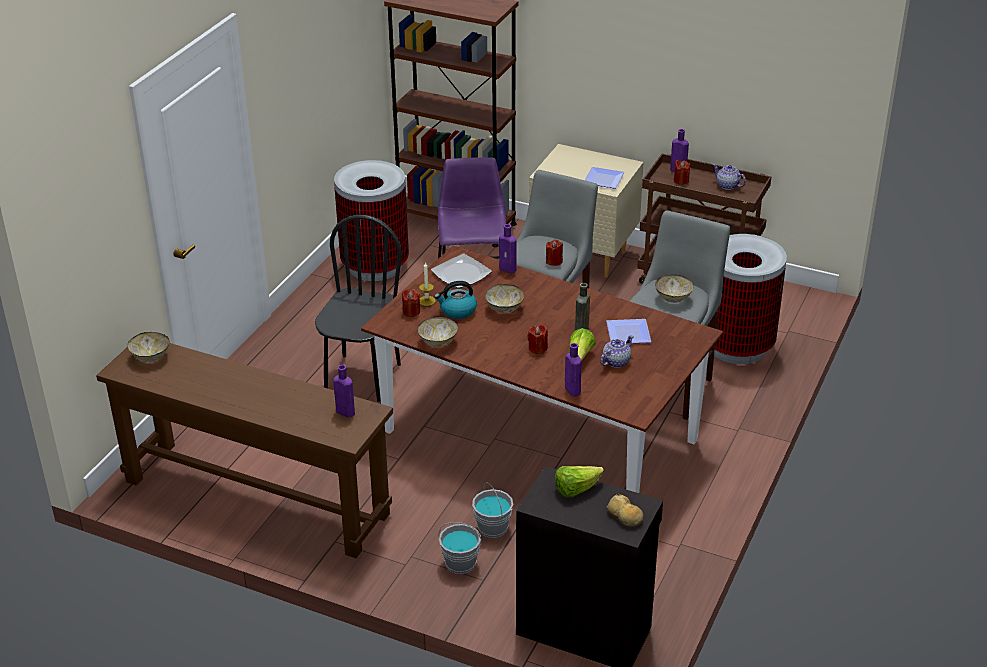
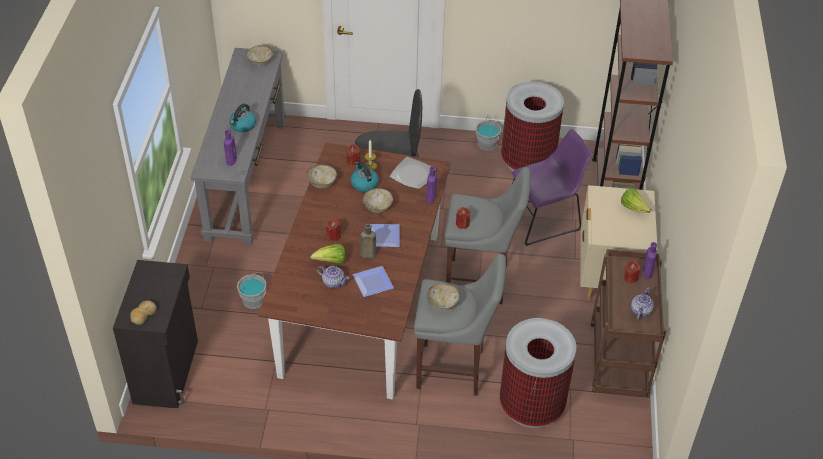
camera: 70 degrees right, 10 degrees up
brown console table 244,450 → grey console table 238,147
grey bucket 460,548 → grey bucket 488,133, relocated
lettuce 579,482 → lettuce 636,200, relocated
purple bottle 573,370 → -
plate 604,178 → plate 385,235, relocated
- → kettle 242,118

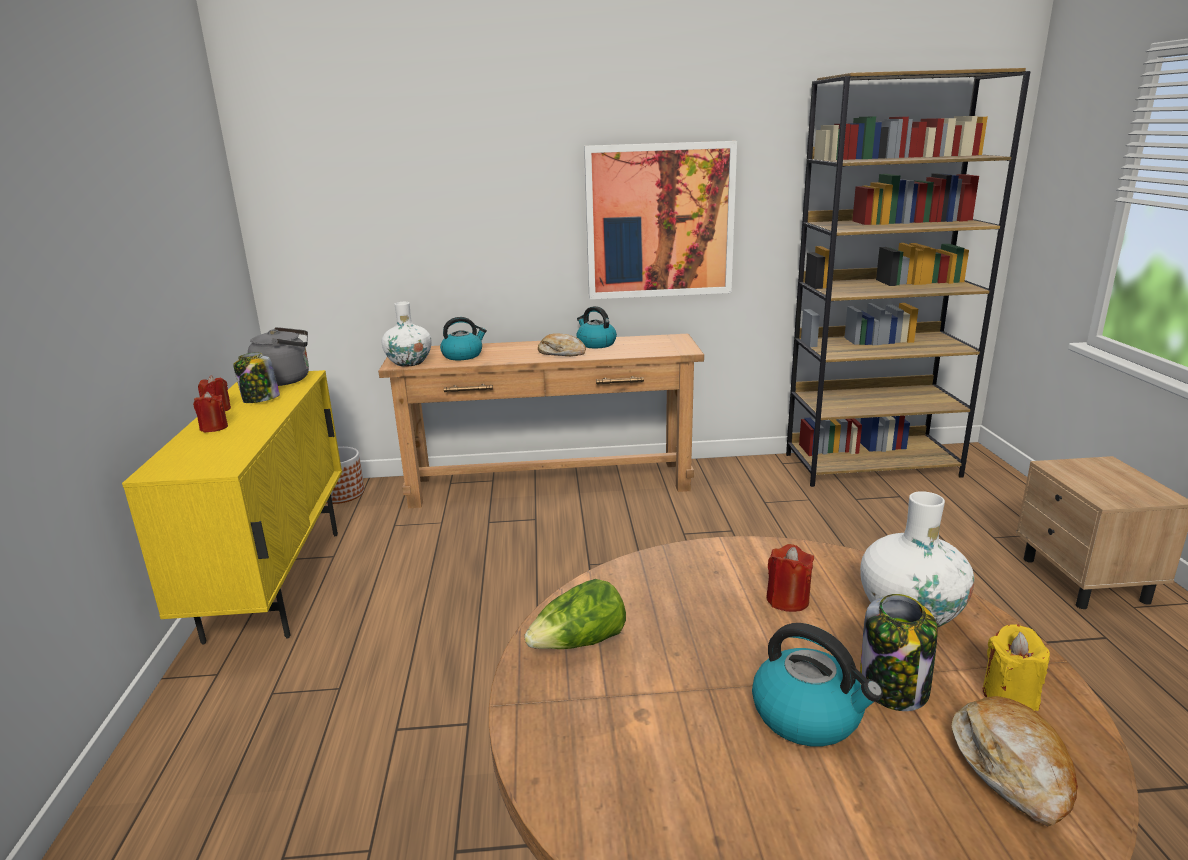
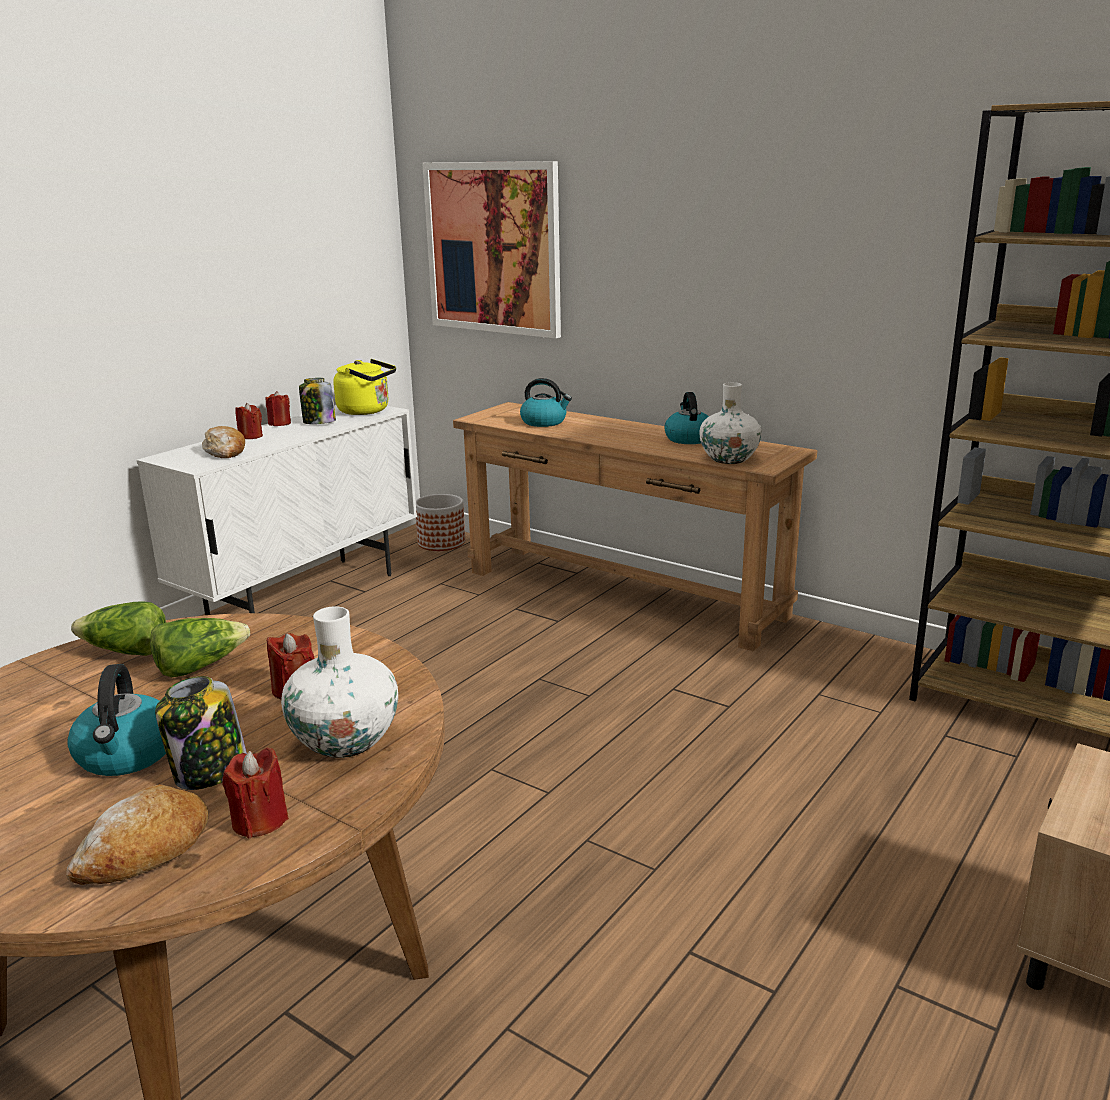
camera: 40 degrees right, 0 degrees up
yellow cabinet 232,507 → white cabinet 277,510
grey kettle 278,356 → yellow kettle 364,387
white vase 407,334 → white vase 731,423, relocated
bread 562,344 → bread 223,442, relocated
picture 660,220 → picture 491,249, relocated
yellow candle 1016,667 → red candle 256,793
- → lettuce 200,647

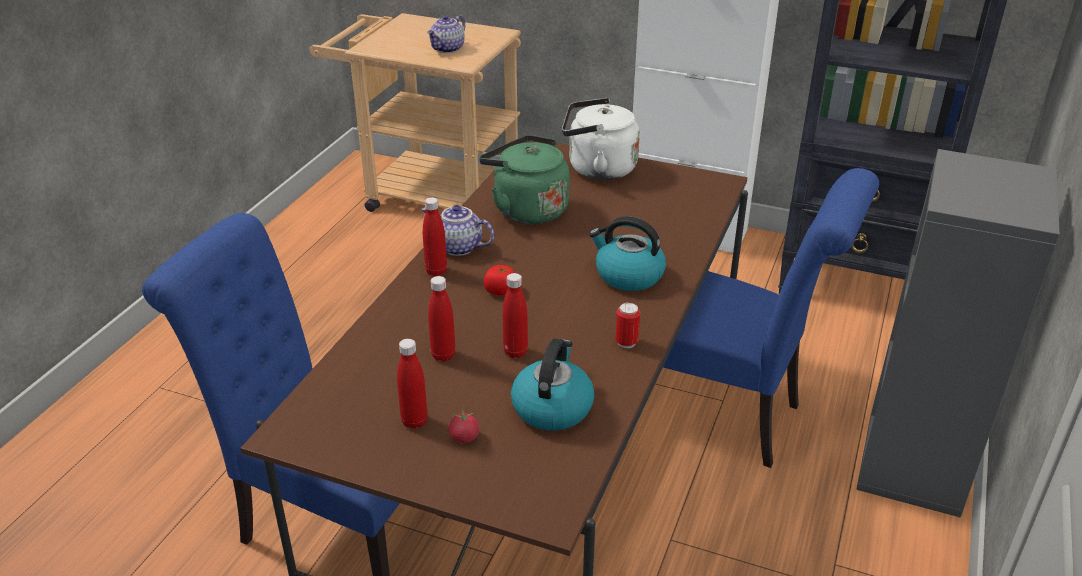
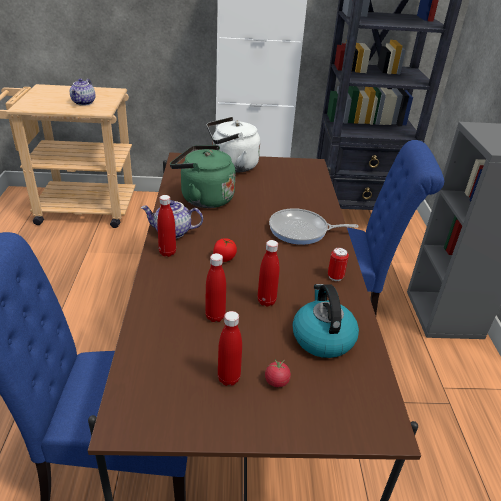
camera: 25 degrees left, 0 degrees up
kettle 627,253 → frying pan 314,226

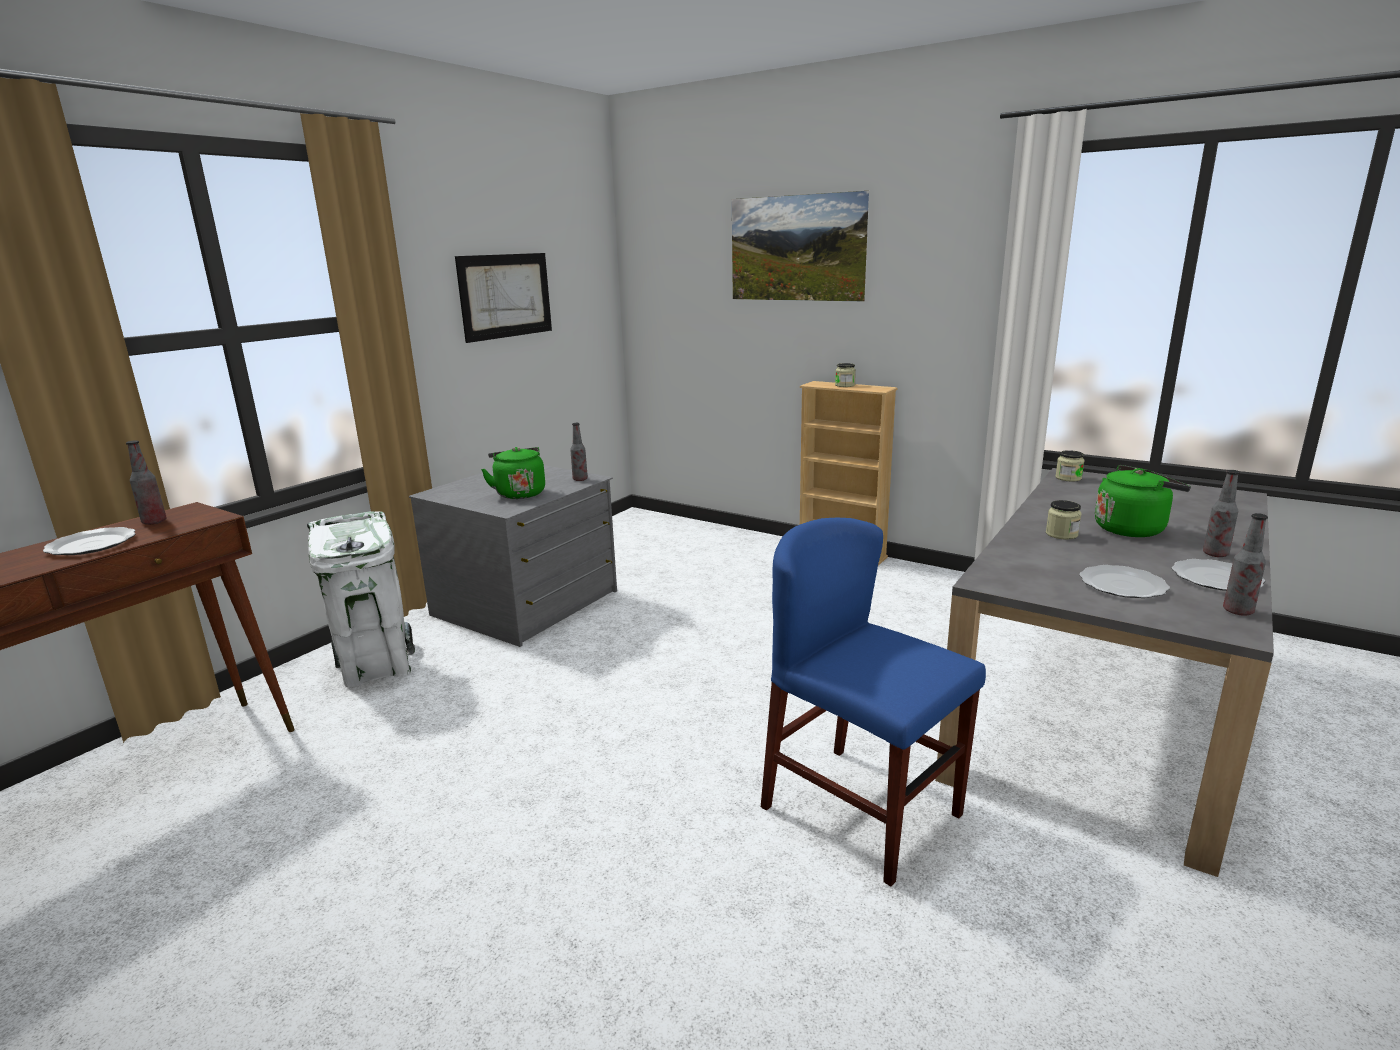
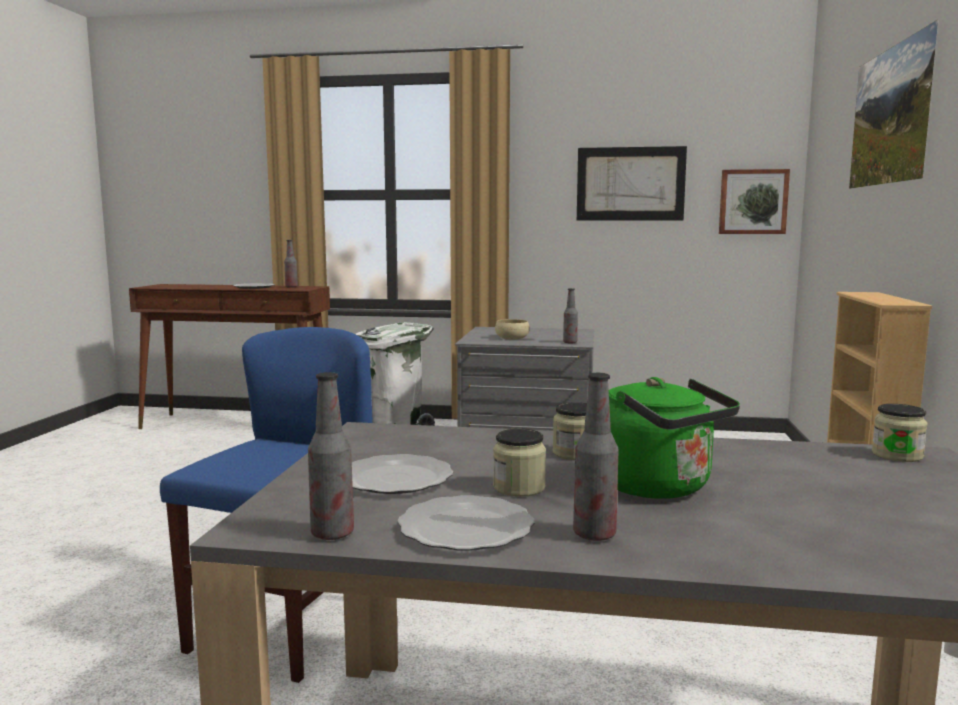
camera: 65 degrees right, 10 degrees down
green kettle 513,473 → beige bowl 512,329
jar 845,375 → jar 519,462, relocated
- → picture 754,201

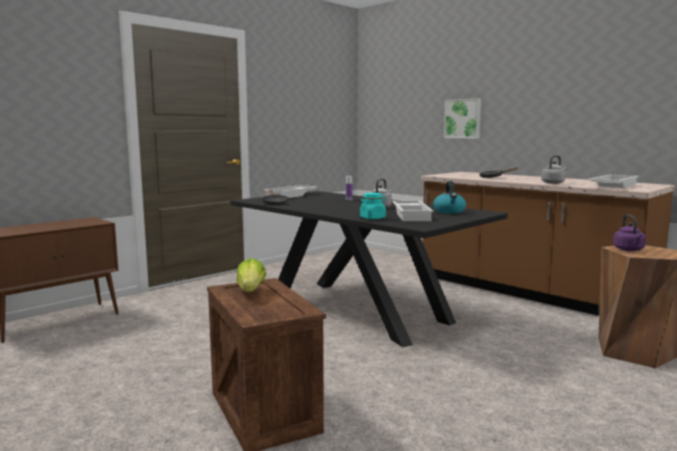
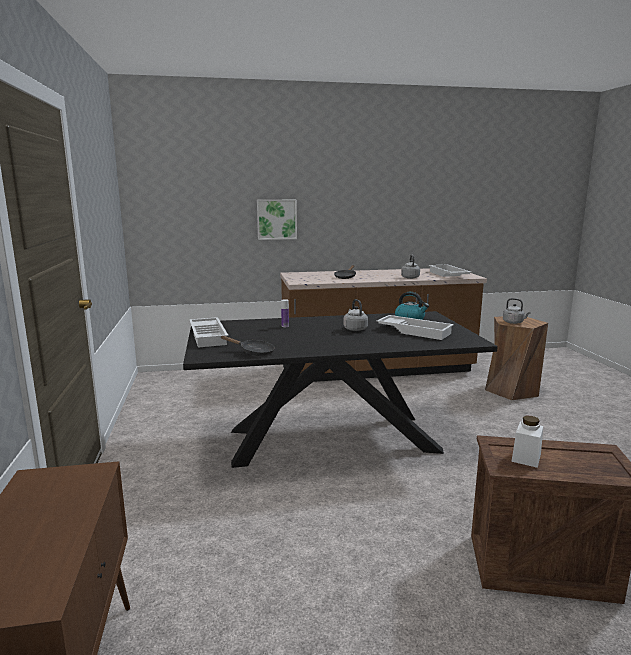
camera: 55 degrees left, 5 degrees up
lettuce 251,275 → white jar 527,442
turquoise jar 373,206 → -
purple kettle 629,233 → grey kettle 517,311

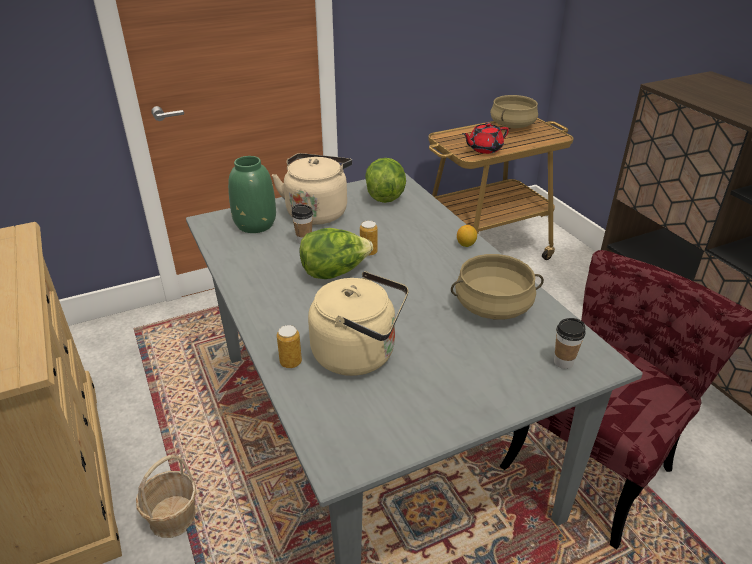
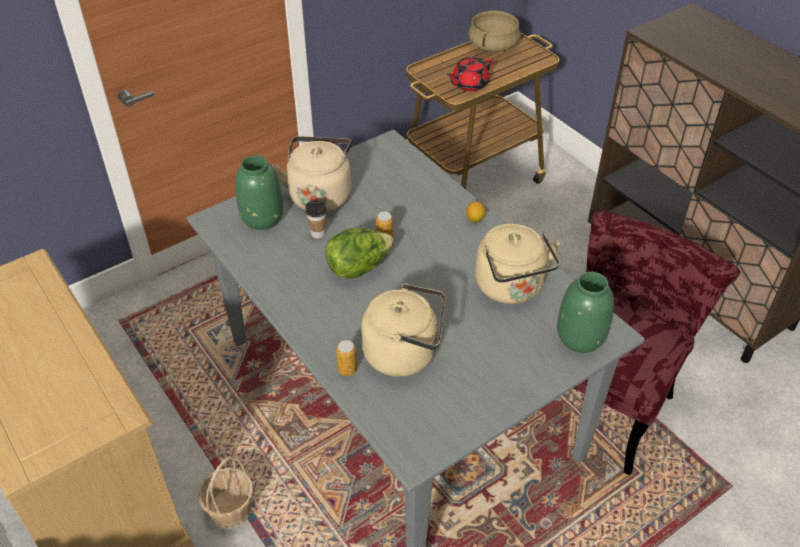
camera: 10 degrees left, 10 degrees up
lettuce 385,180 → -
beige cooking pot 497,287 → beige kettle 517,264
cup 570,343 → green vase 585,312

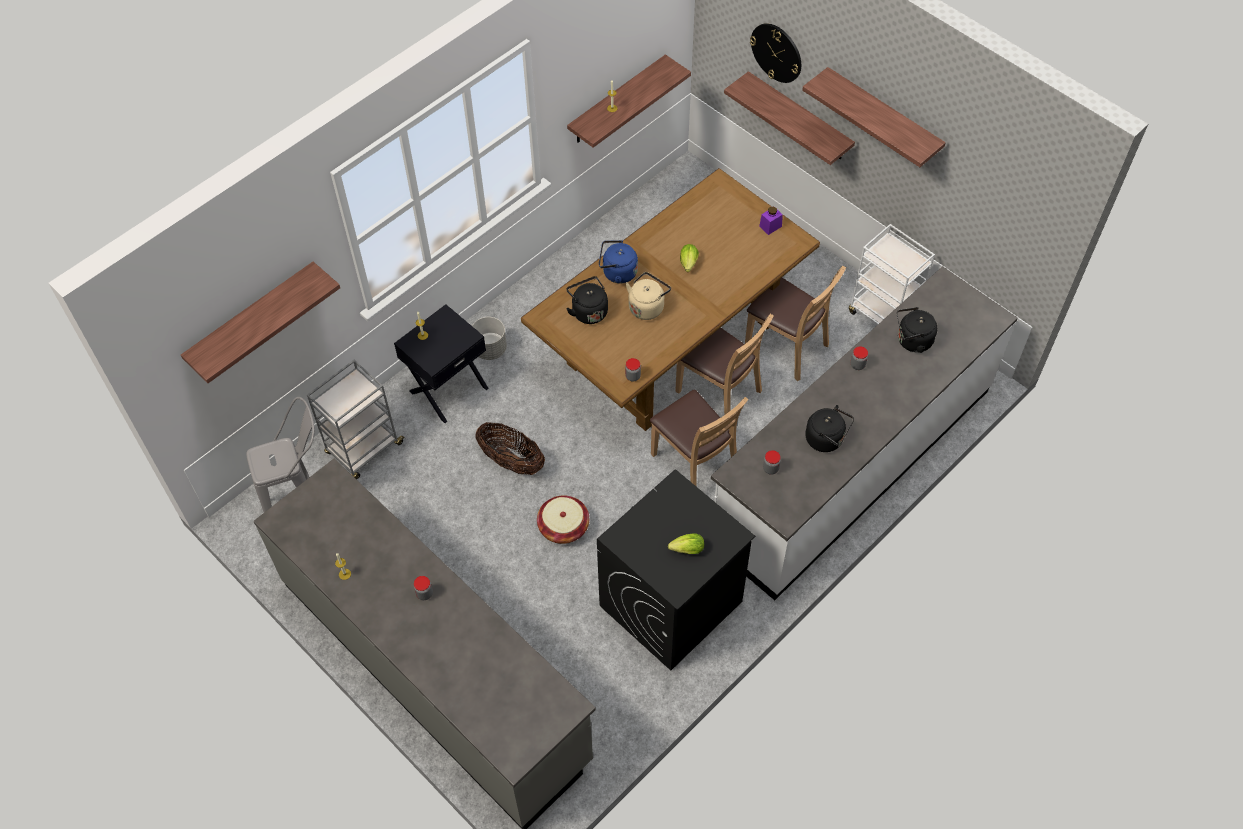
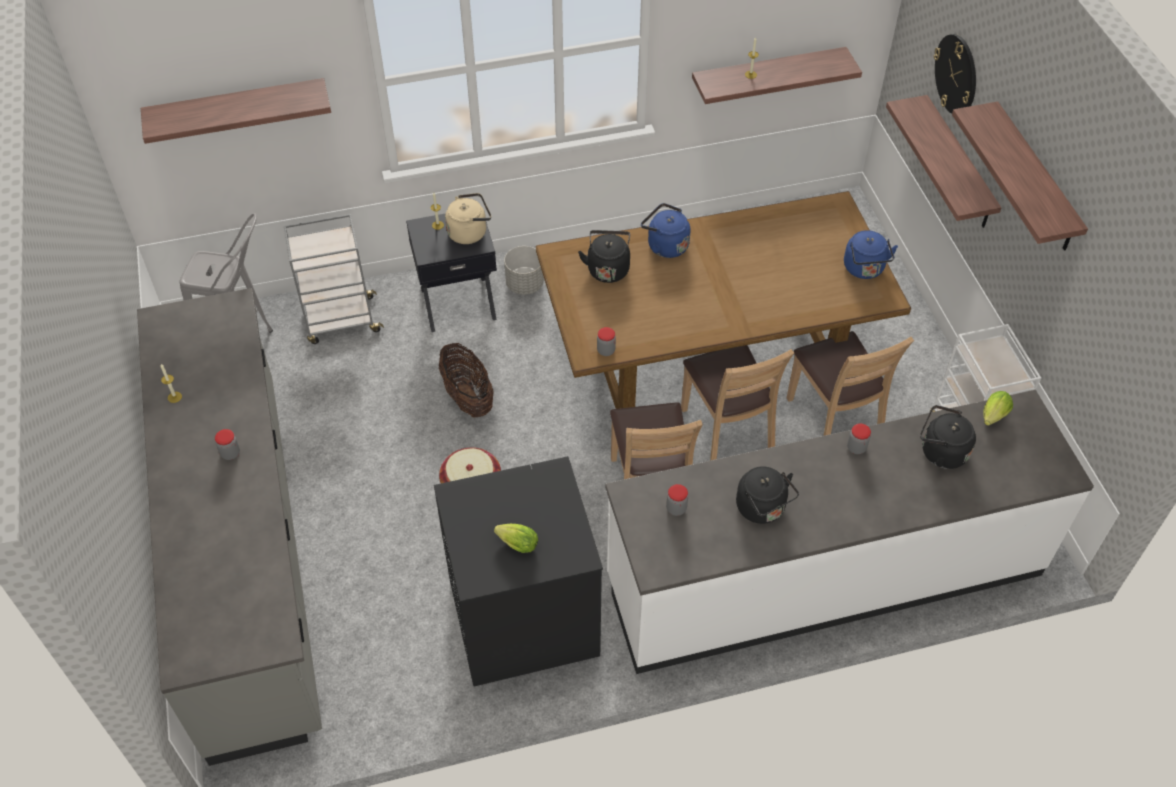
camera: 30 degrees right, 5 degrees down
beige kettle 648,296 → beige kettle 468,218, relocated
lettuce 689,258 → lettuce 998,408, relocated
purple jar 771,221 → blue kettle 871,254

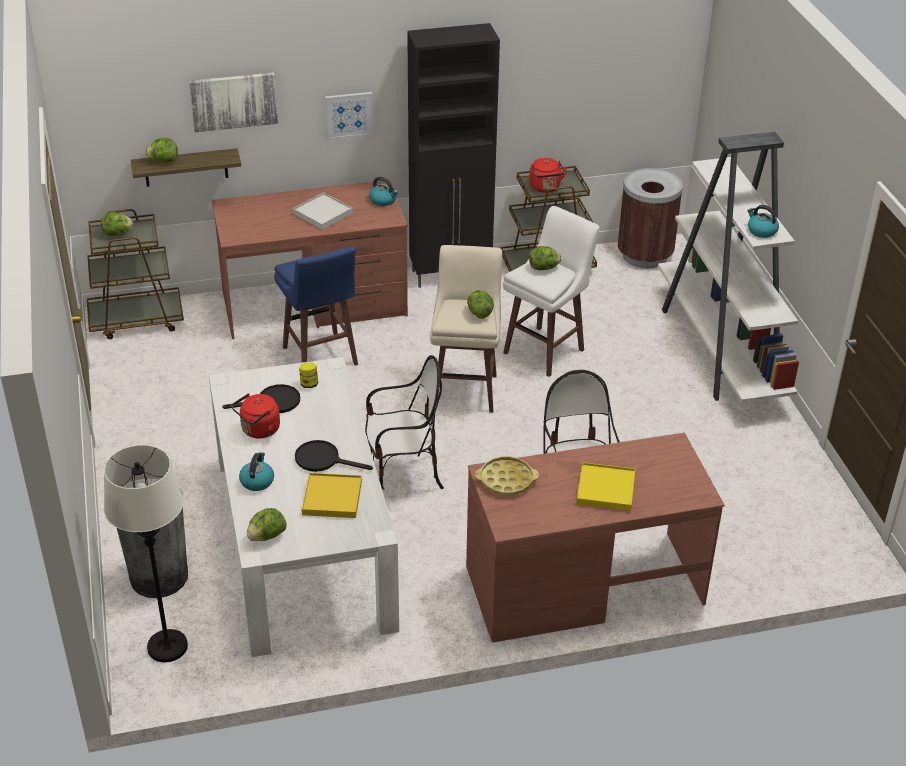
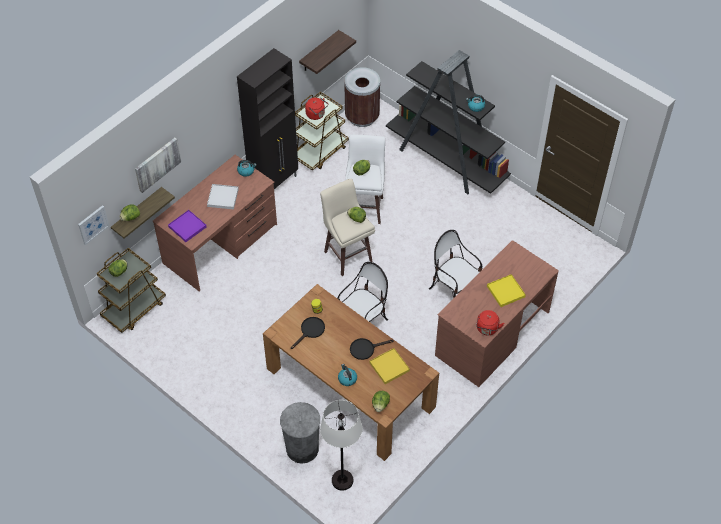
camera: 35 degrees left, 15 degrees up
white dining table 304,507 → brown dining table 351,372
red kettle 255,416 → red kettle 490,322, relocated
blue stool 316,306 → -
picture 349,116 → picture 93,225, relocated
yellow tray 507,476 → -
white bookcase 728,267 → black bookcase 448,122
- → purple tray 187,226
- → shelf 327,52

